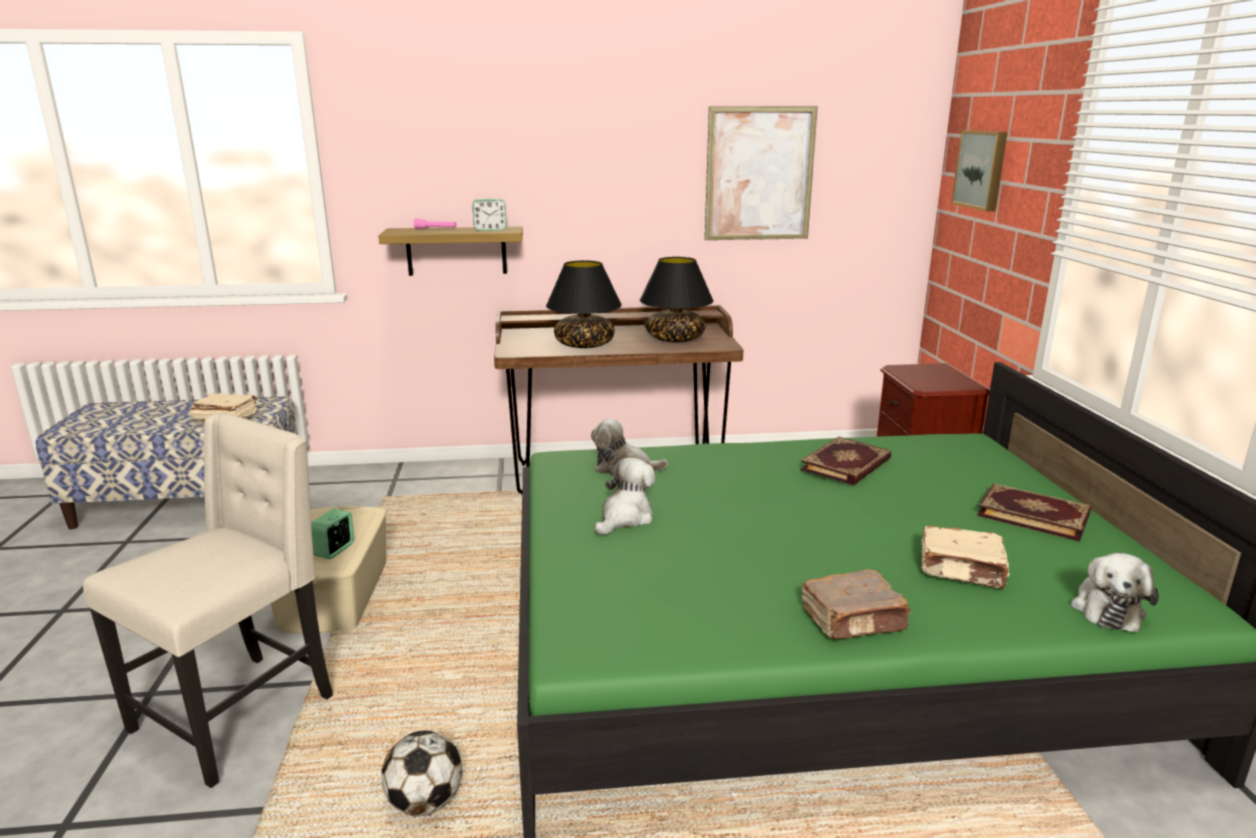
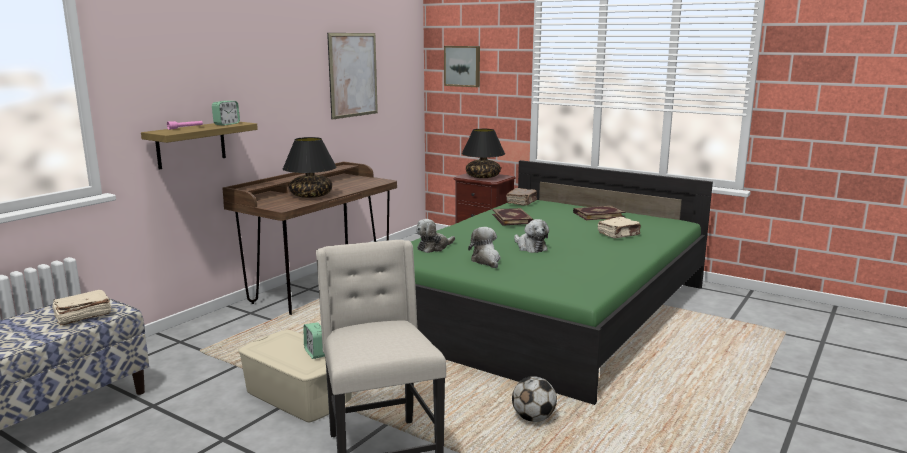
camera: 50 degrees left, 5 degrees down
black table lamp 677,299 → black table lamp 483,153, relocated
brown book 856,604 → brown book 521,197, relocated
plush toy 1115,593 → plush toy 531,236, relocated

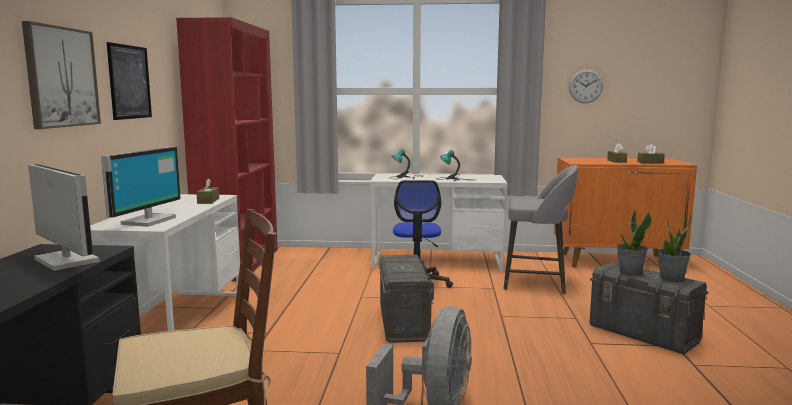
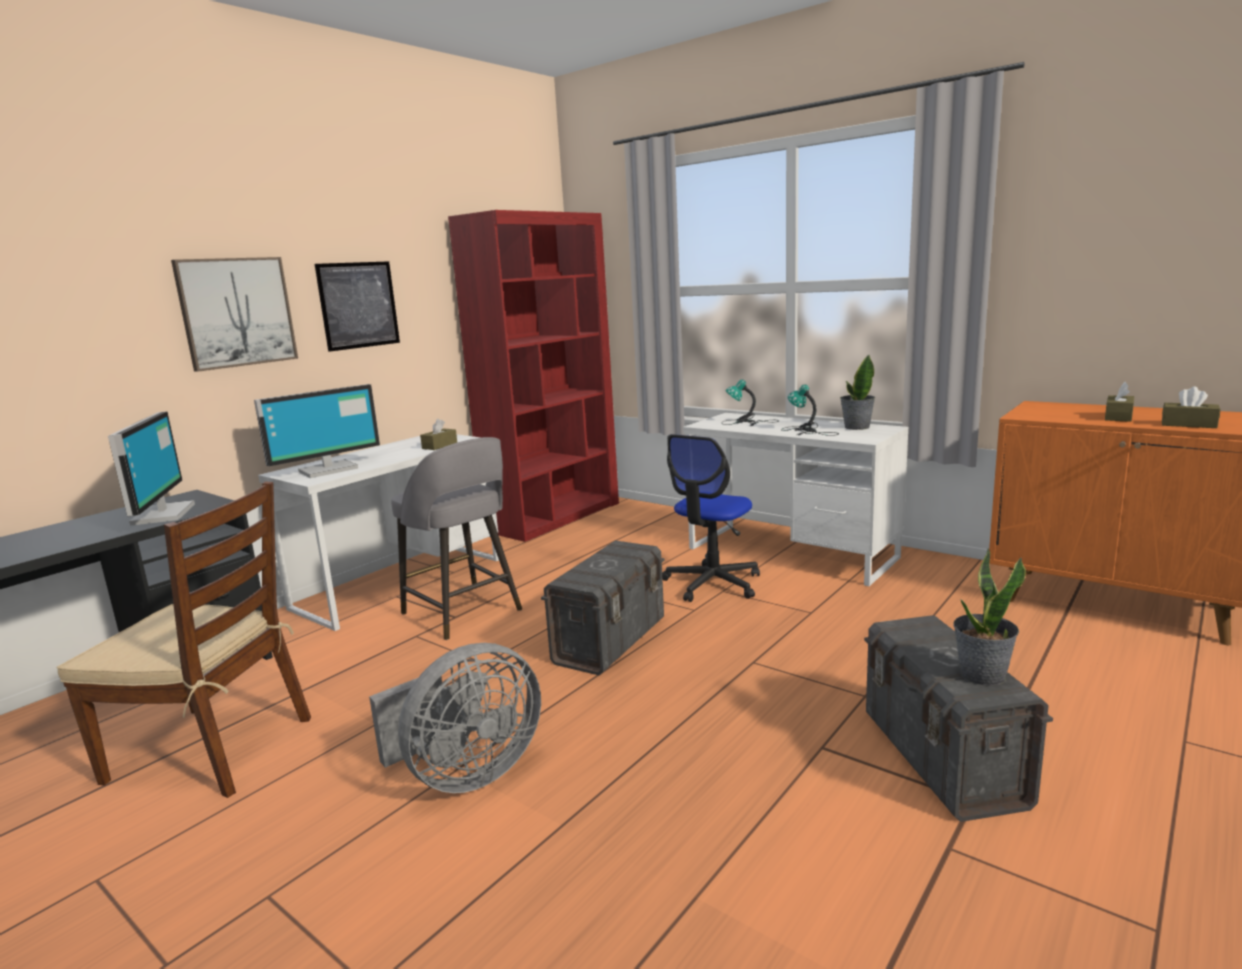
camera: 35 degrees right, 5 degrees up
grey stool 540,229 → grey stool 456,538, relocated
wall clock 586,86 → -
potted plant 634,243 → potted plant 857,392, relocated

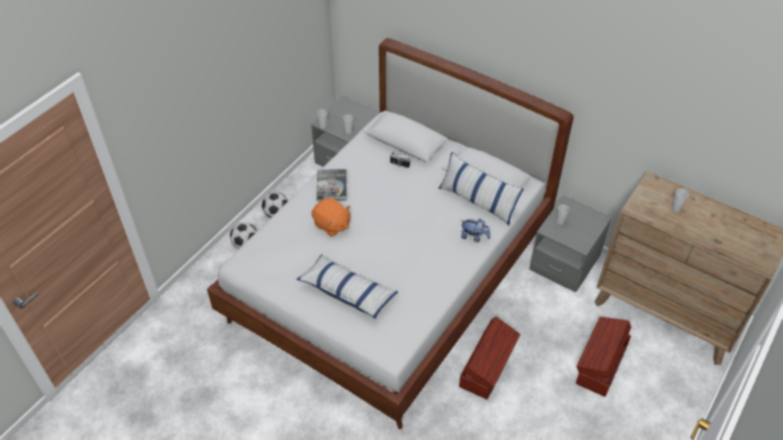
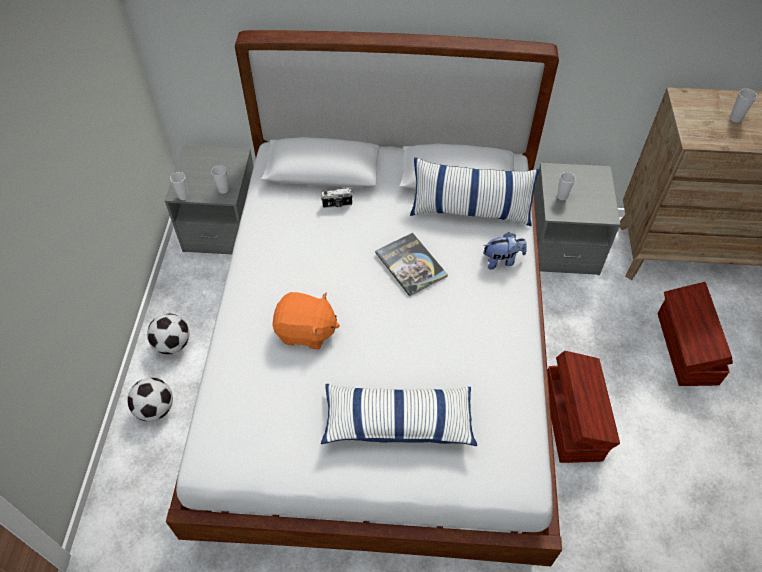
camera: 30 degrees left, 5 degrees up
book 331,185 → book 411,264, relocated

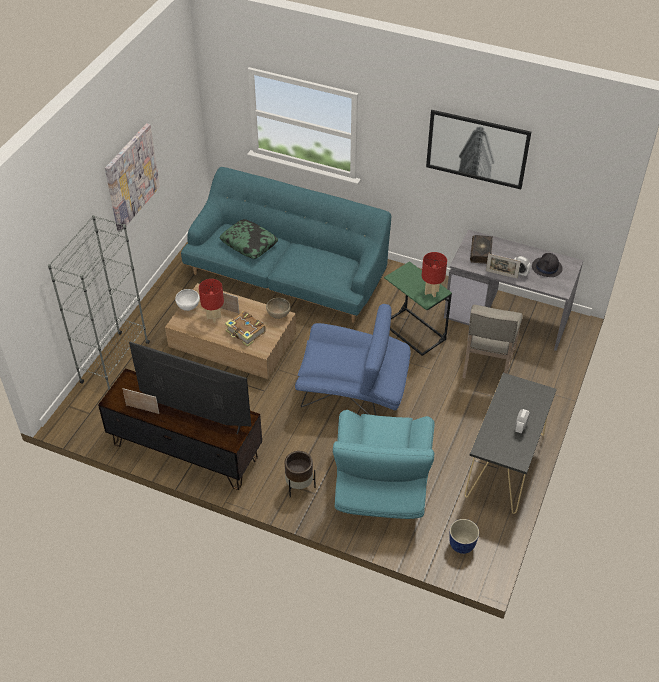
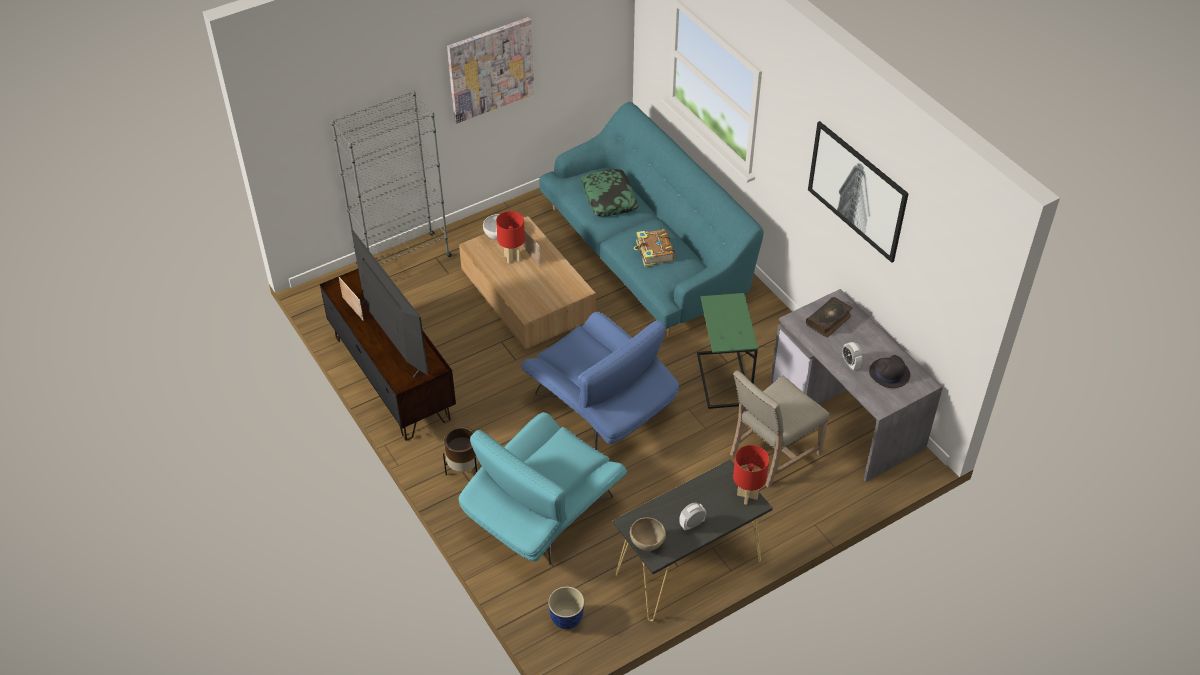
camera: 35 degrees right, 0 degrees up
book 245,329 → book 654,248, relocated
brown bowl 278,308 → brown bowl 648,534, relocated
red table lamp 434,274 → red table lamp 751,475, relocated
picture frame 503,266 → -

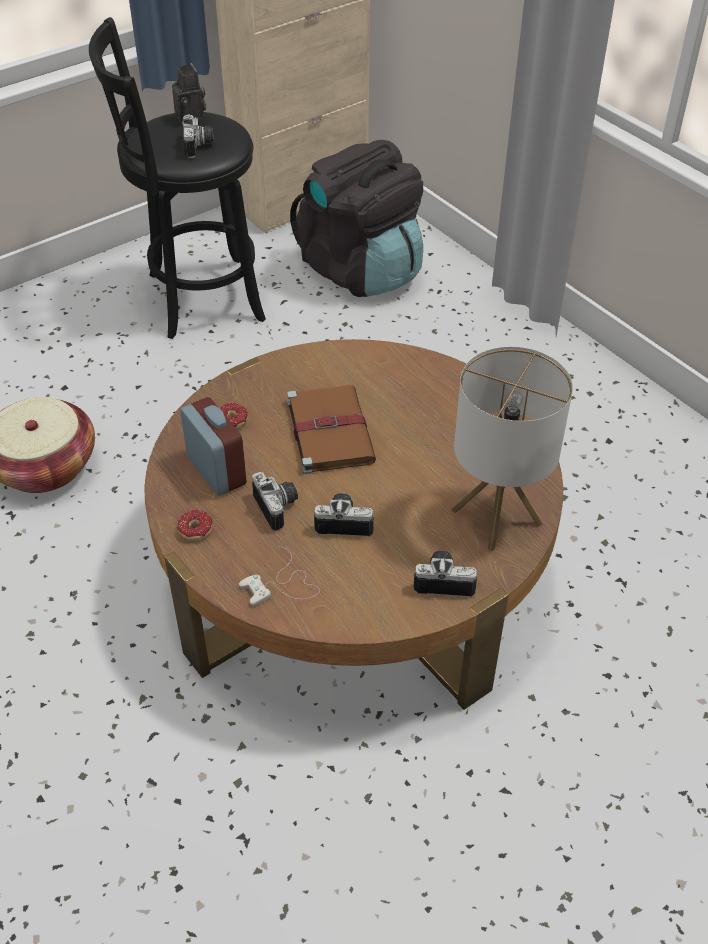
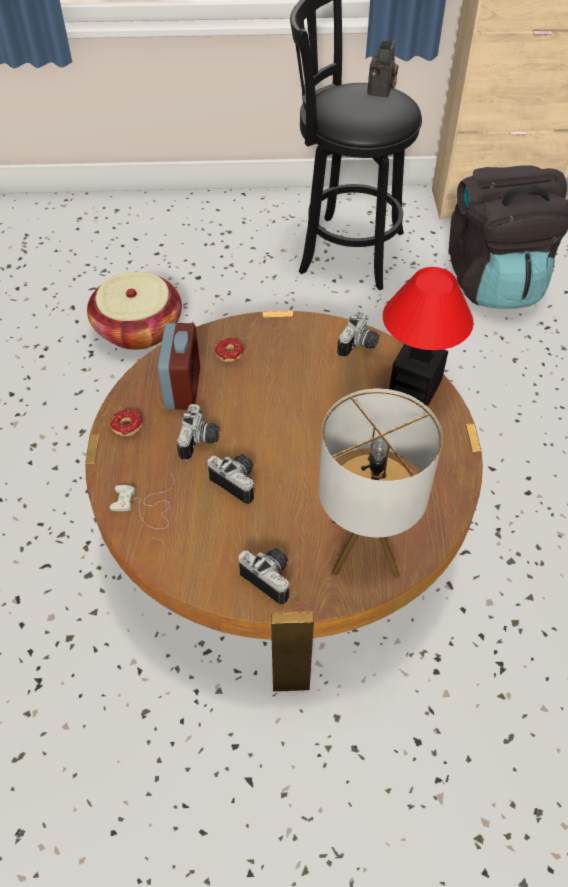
camera: 35 degrees right, 5 degrees up
photo camera 198,136 → photo camera 358,334, relocated
brown book 331,429 → -
- → table lamp 428,336

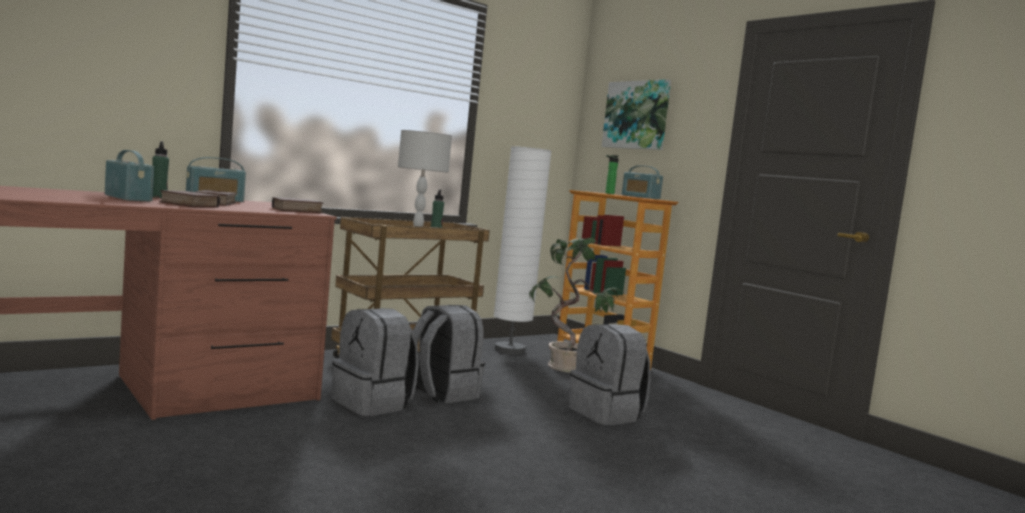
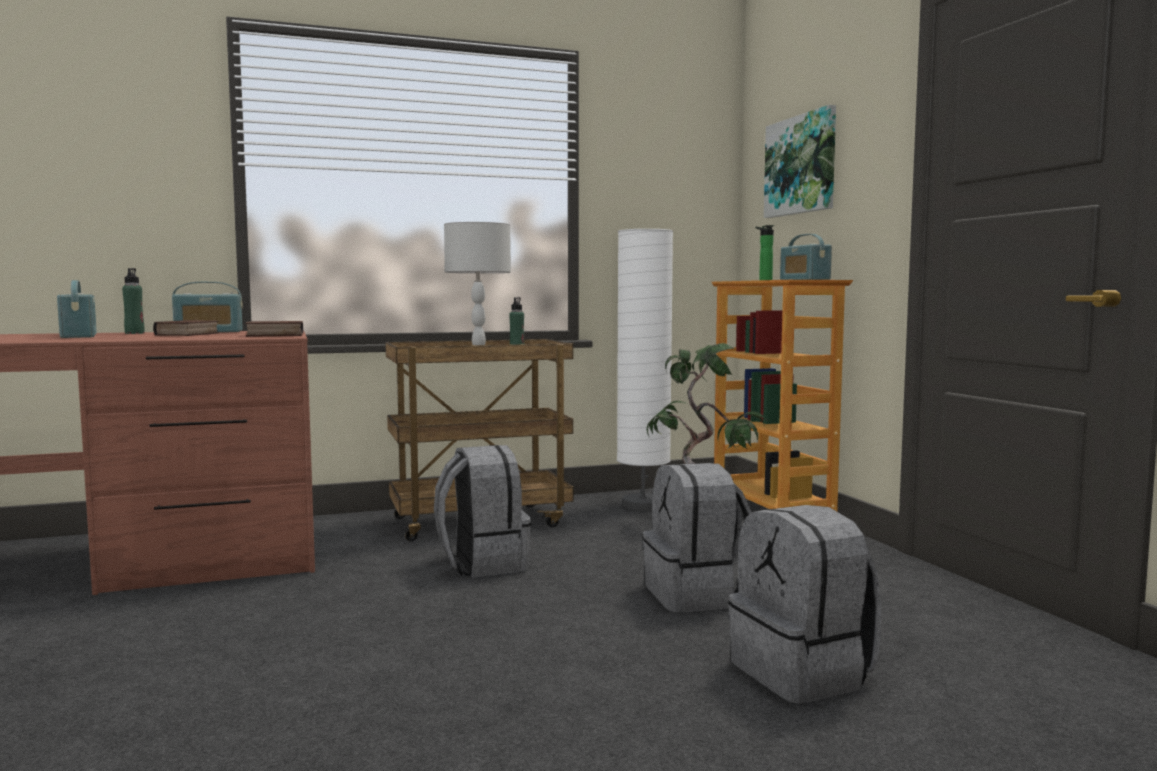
camera: 20 degrees right, 0 degrees up
book 190,198 → -
grey backpack 375,362 → grey backpack 804,604, relocated

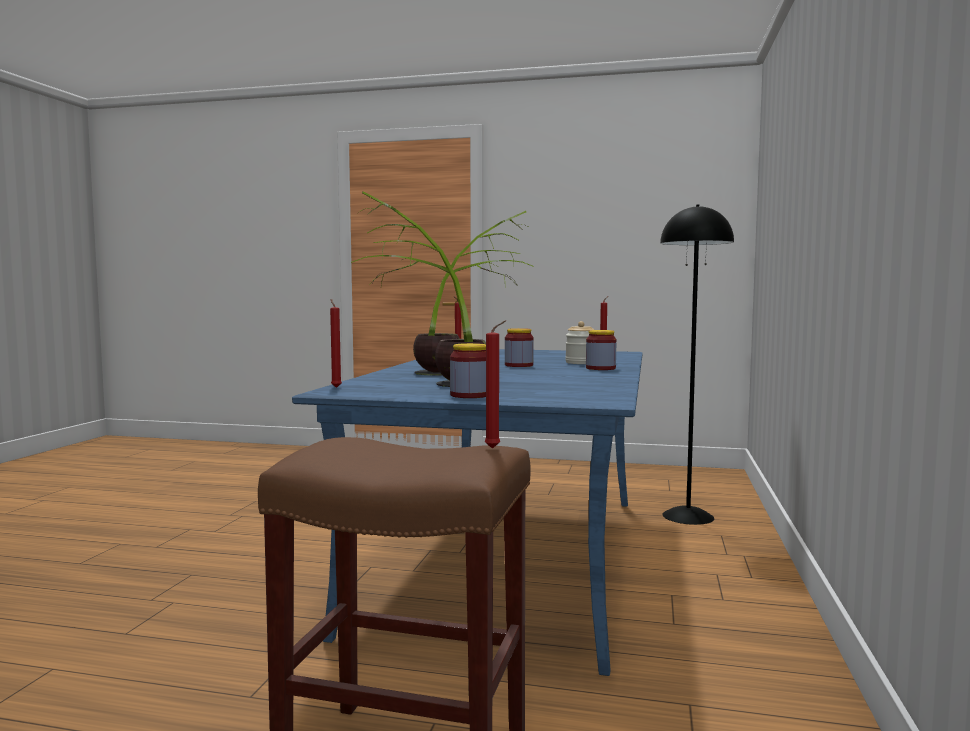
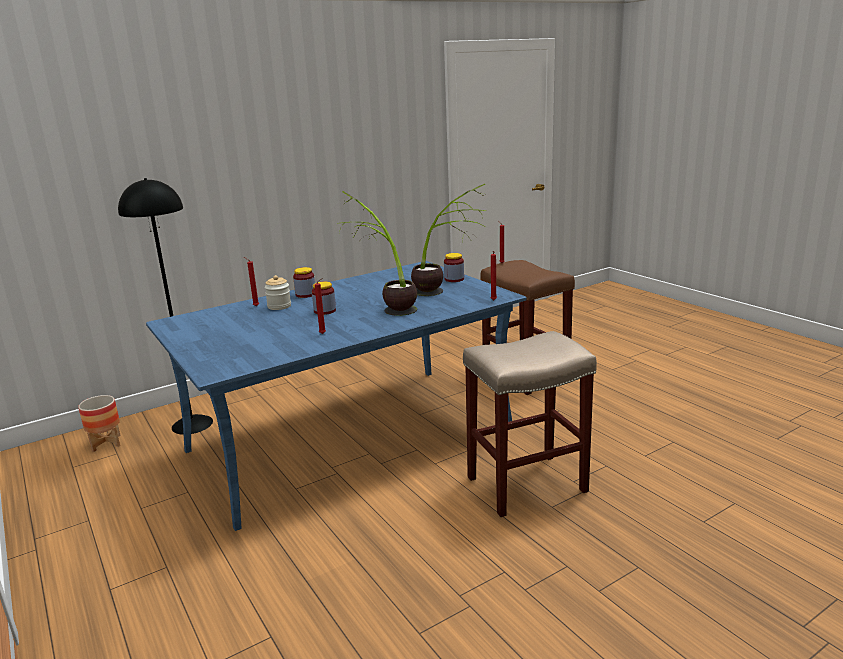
camera: 135 degrees left, 15 degrees up
- → planter 99,423
- → beige stool 530,424

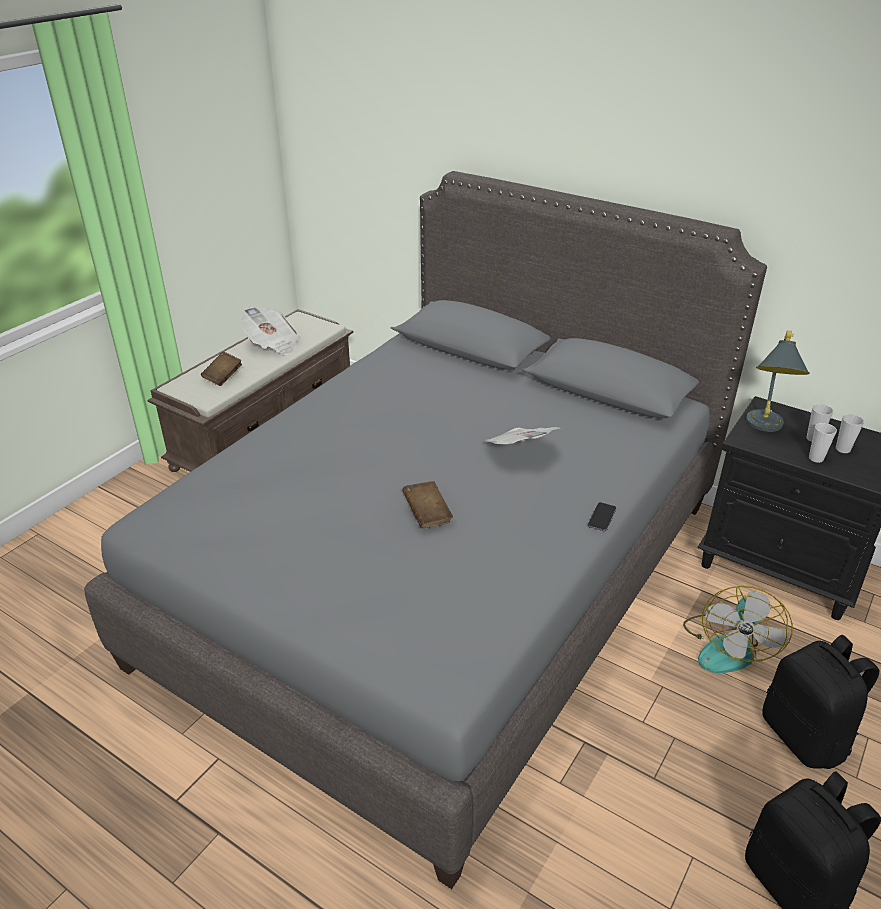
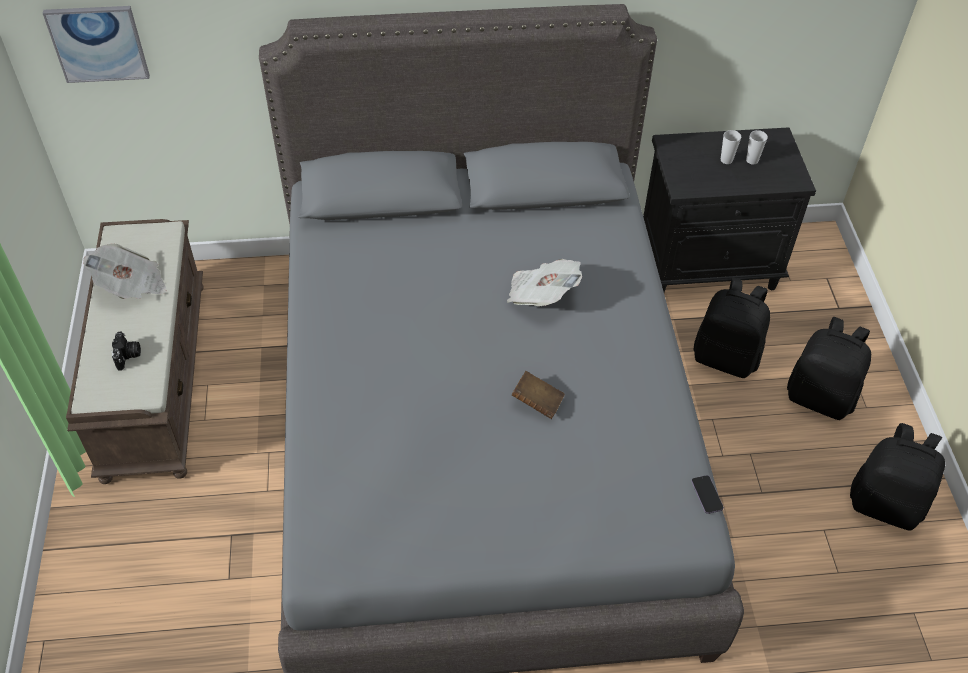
camera: 40 degrees left, 15 degrees up
brown book 221,368 → photo camera 126,351
phone 602,516 → phone 707,494, relocated
fan 738,629 → black backpack 731,328
grey table lamp 778,381 → -
cup 823,443 → -
- → picture 96,44

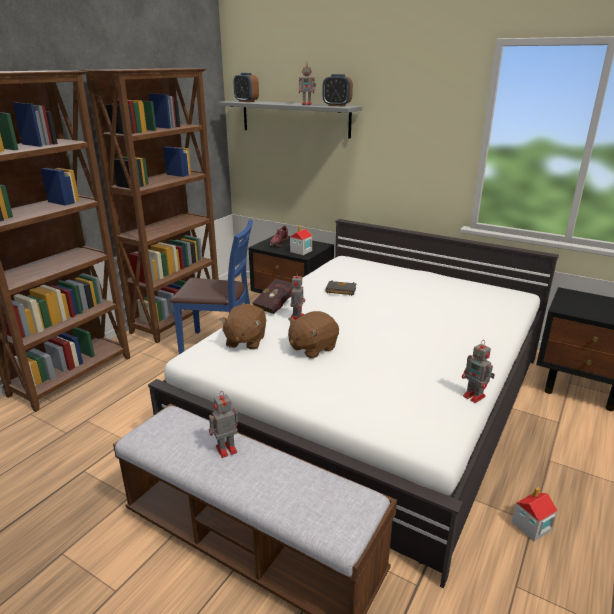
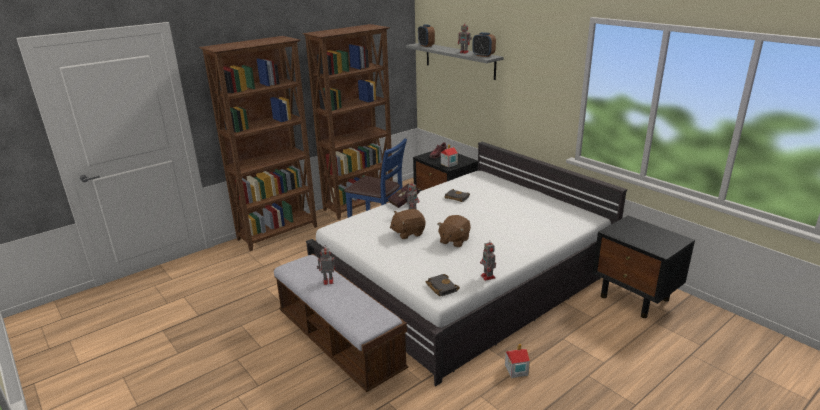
camera: 20 degrees right, 0 degrees up
brown plush toy 243,327 → brown plush toy 454,231, relocated
- → black book 443,285

